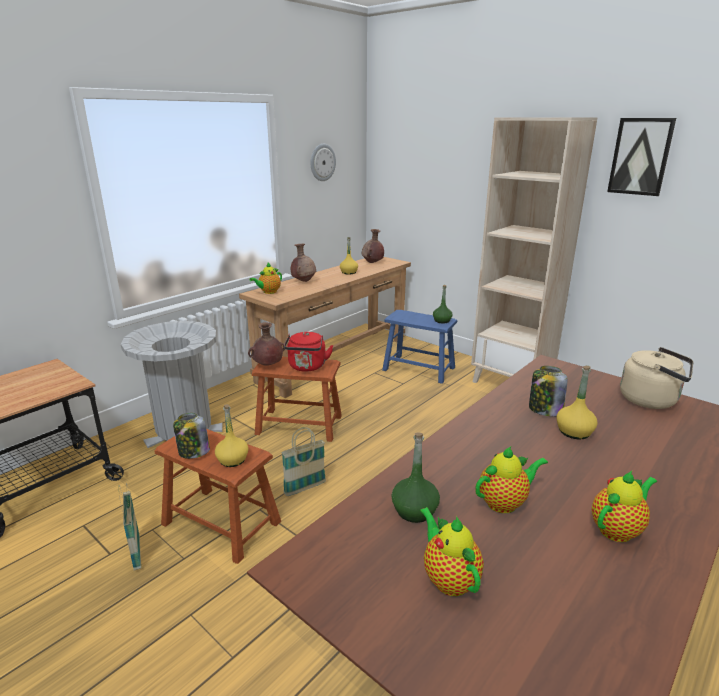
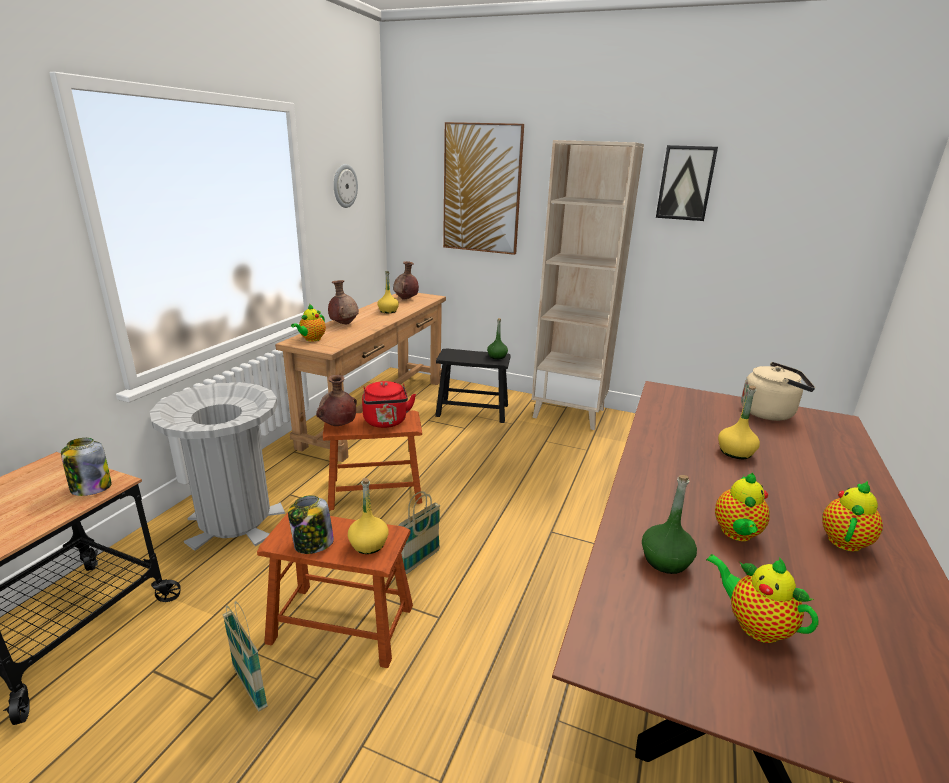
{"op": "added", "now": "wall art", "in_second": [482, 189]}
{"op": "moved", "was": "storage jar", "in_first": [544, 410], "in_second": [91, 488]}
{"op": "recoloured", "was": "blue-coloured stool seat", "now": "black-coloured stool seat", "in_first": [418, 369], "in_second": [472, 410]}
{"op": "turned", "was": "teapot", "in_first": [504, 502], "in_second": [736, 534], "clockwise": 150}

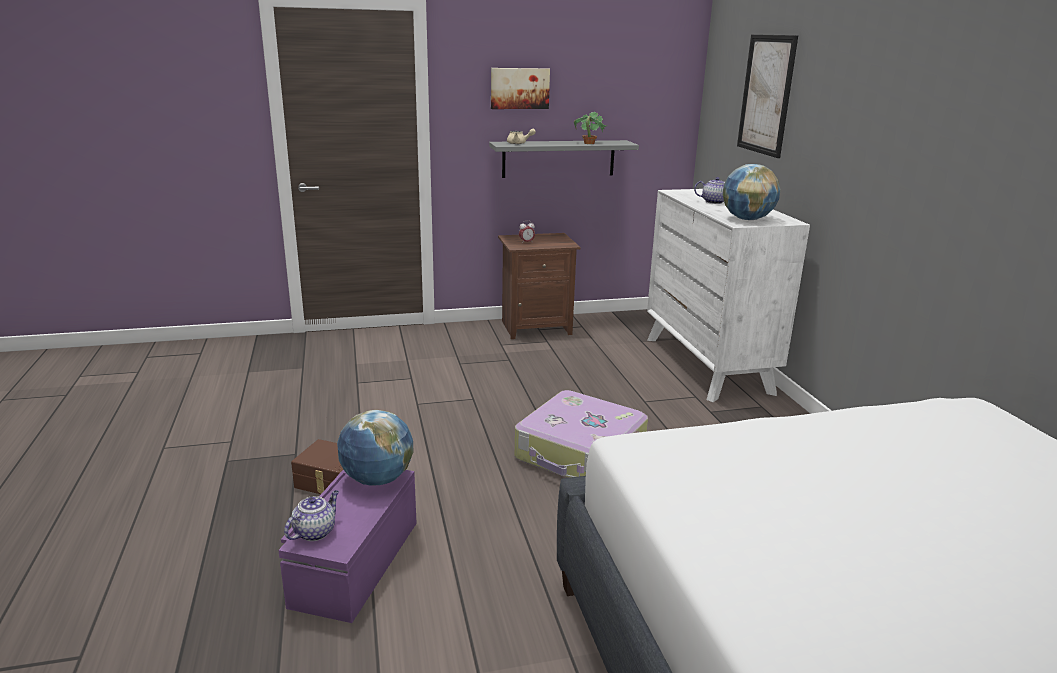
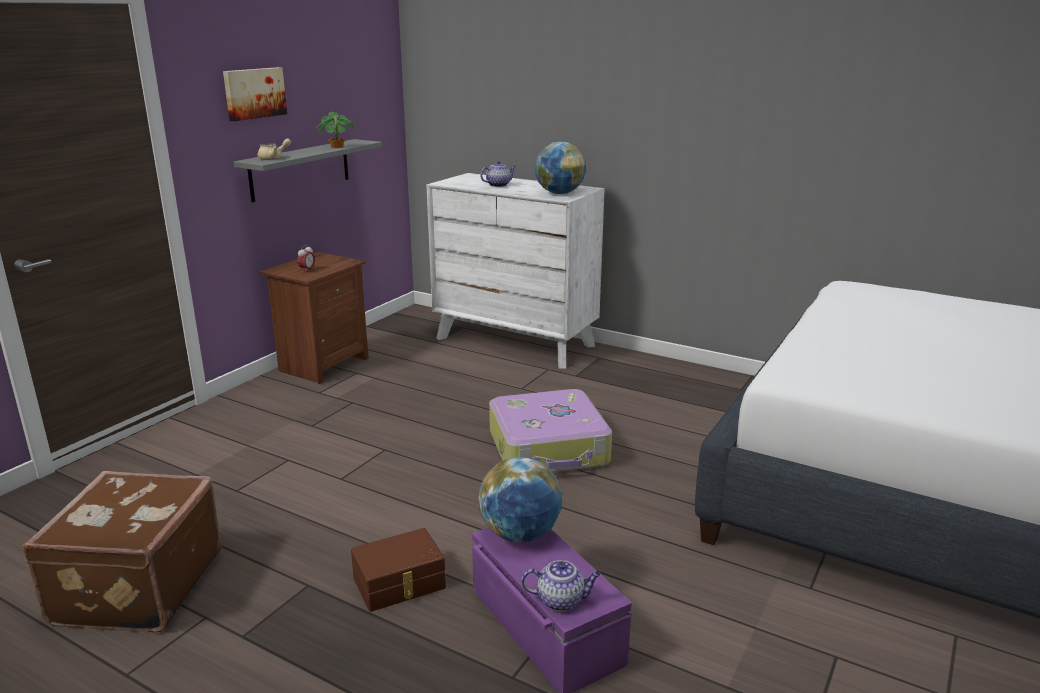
{"op": "removed", "was": "wall art", "in_first": [766, 95]}
{"op": "added", "now": "brownish travel case", "in_second": [136, 587]}
{"op": "turned", "was": "teapot", "in_first": [315, 531], "in_second": [561, 600], "clockwise": 105}

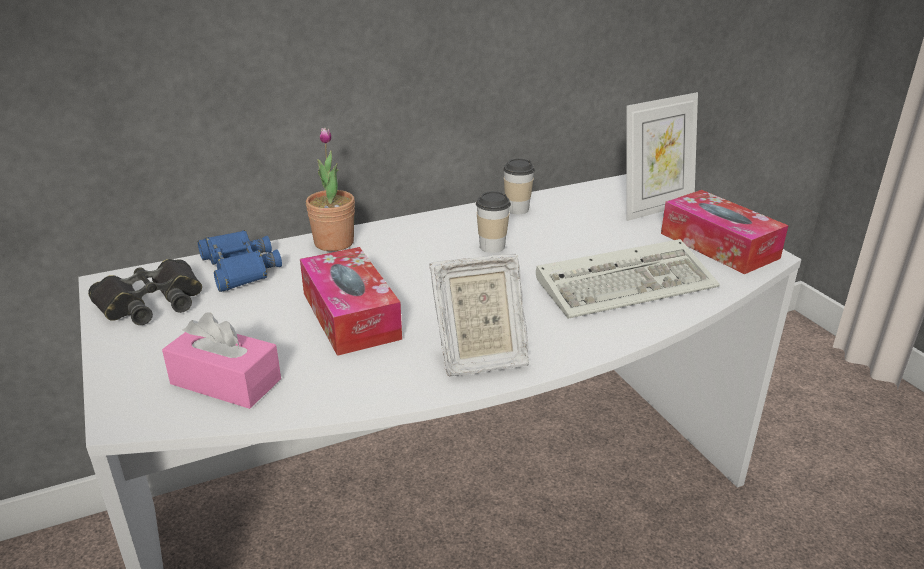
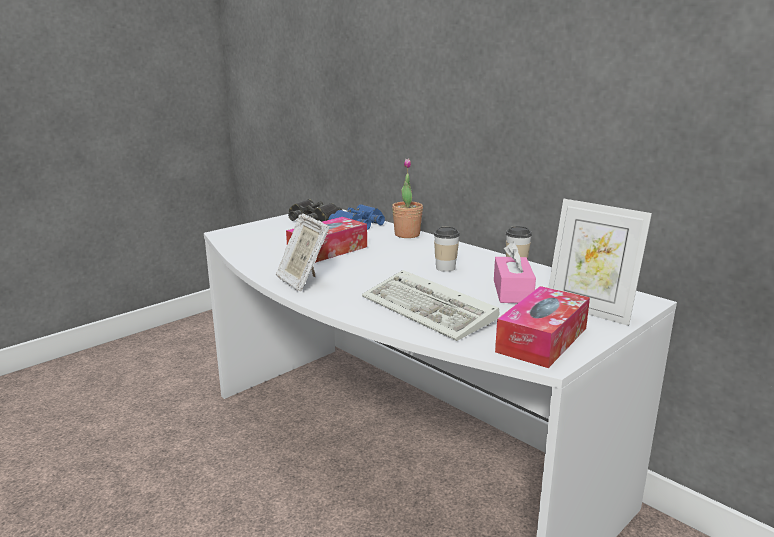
{"op": "moved", "was": "pinkish box of tissues", "in_first": [226, 381], "in_second": [512, 291]}

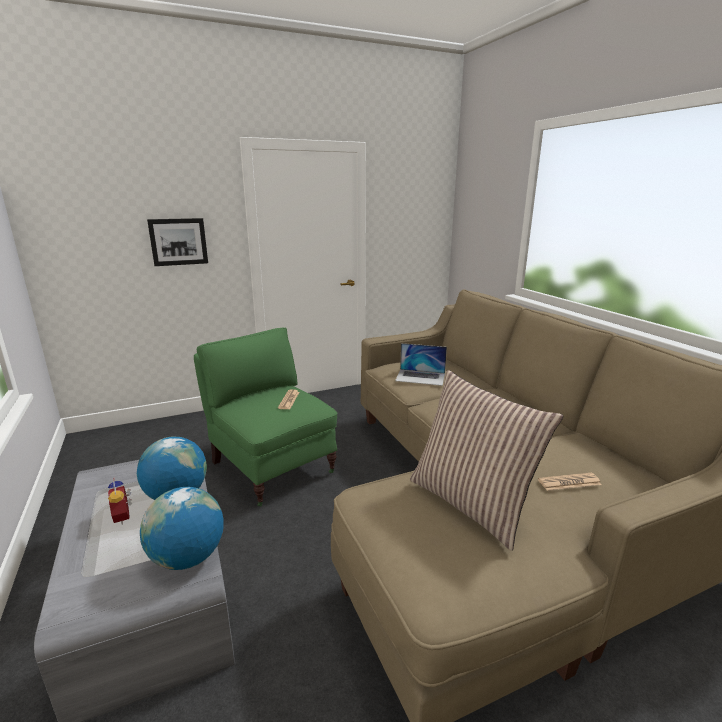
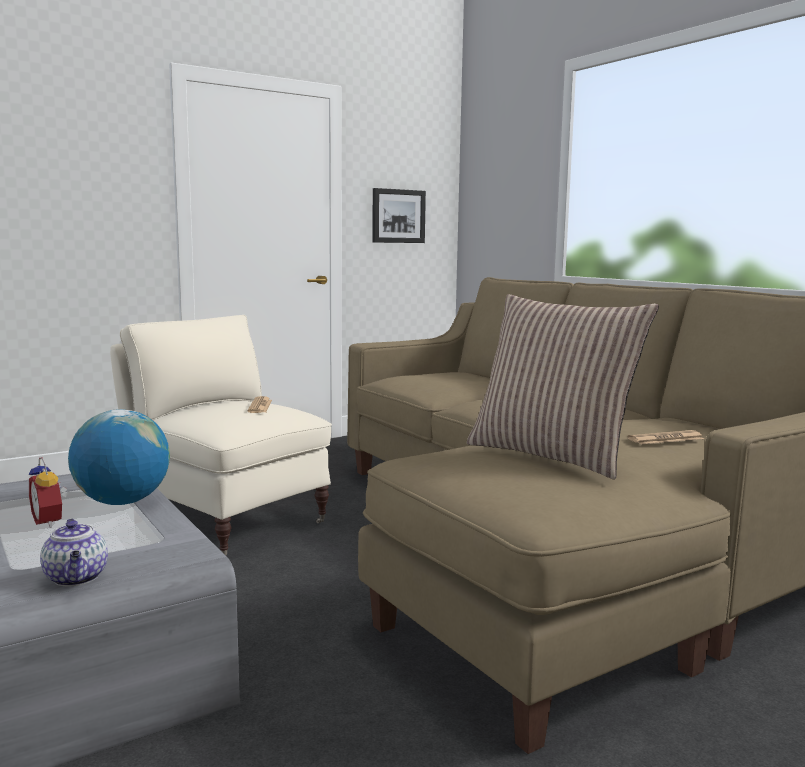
{"op": "removed", "was": "desk globe", "in_first": [187, 557]}
{"op": "removed", "was": "portable computer", "in_first": [420, 377]}
{"op": "added", "now": "teapot", "in_second": [77, 578]}
{"op": "moved", "was": "wall art", "in_first": [178, 241], "in_second": [398, 216]}
{"op": "recoloured", "was": "green lounge chair", "now": "sand-coloured lounge chair", "in_first": [271, 466], "in_second": [226, 521]}

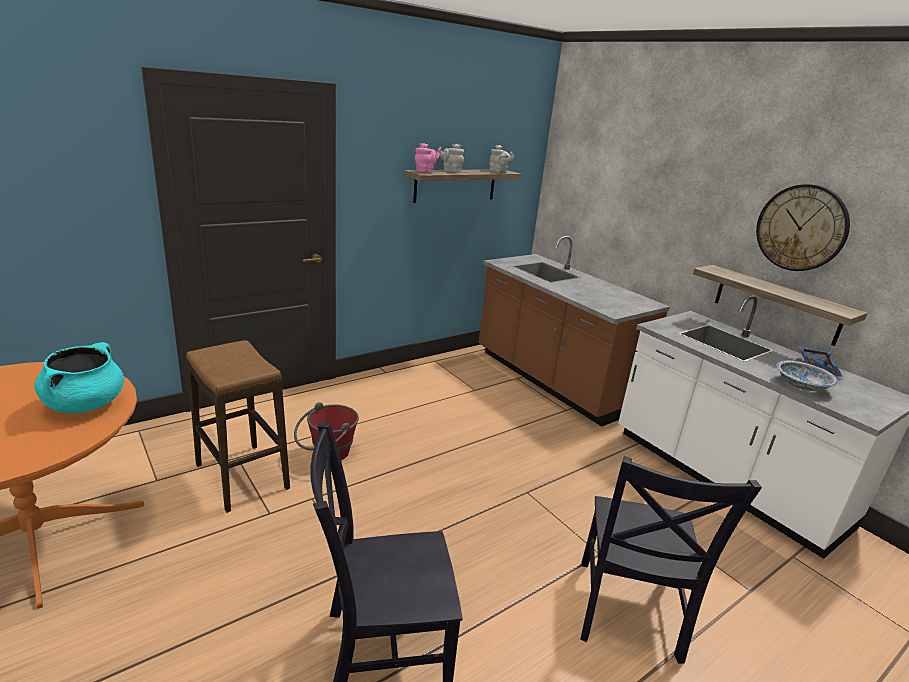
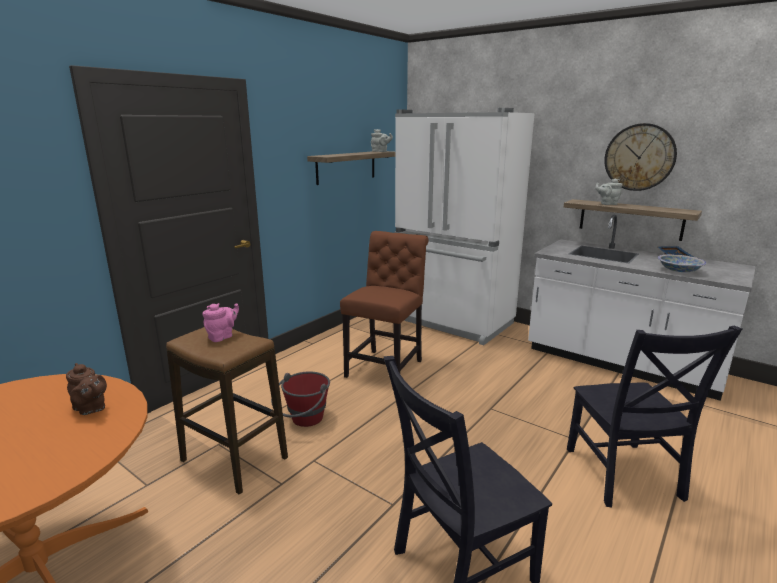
{"op": "added", "now": "brownish chair", "in_second": [386, 367]}
{"op": "moved", "was": "pinkish teapot", "in_first": [425, 172], "in_second": [222, 337]}
{"op": "moved", "was": "gray teapot", "in_first": [450, 171], "in_second": [607, 204]}
{"op": "replaced", "was": "turquoise stockpot", "now": "brownish teapot", "in_first": [85, 404], "in_second": [90, 409]}
{"op": "replaced", "was": "brownish kitchen base unit", "now": "white-coloured refrigerator", "in_first": [552, 381], "in_second": [453, 322]}

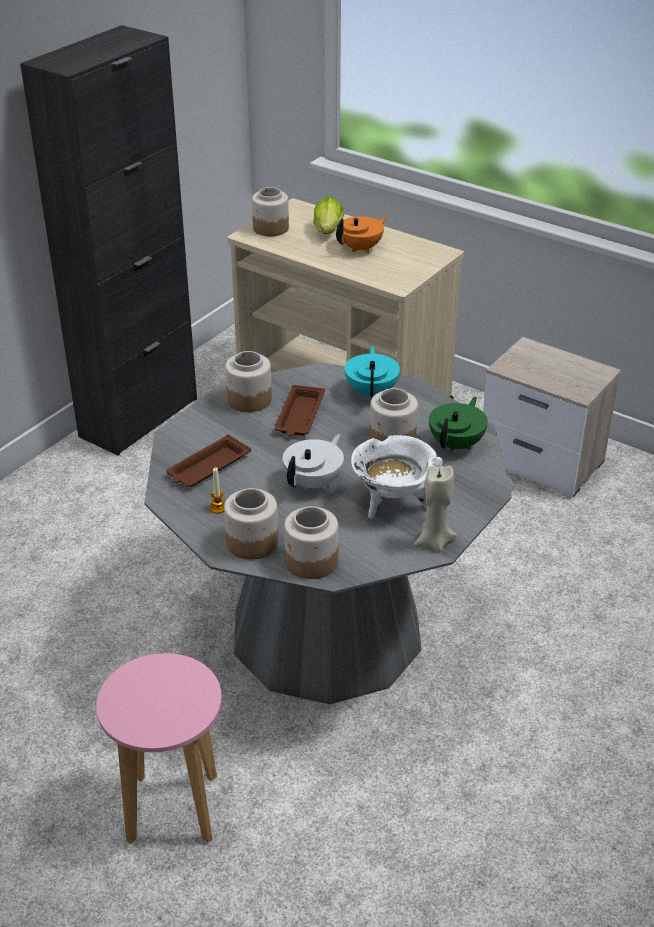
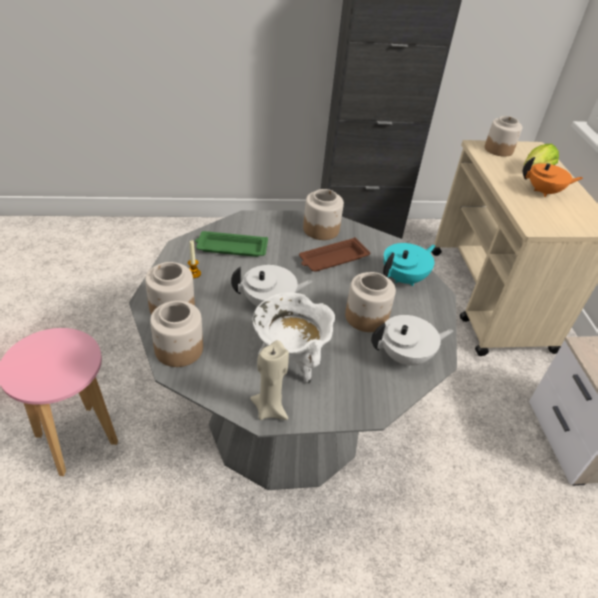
{"op": "recoloured", "was": "brownish tray", "now": "green tray", "in_first": [208, 467], "in_second": [231, 248]}
{"op": "recoloured", "was": "green teapot", "now": "white-coloured teapot", "in_first": [457, 444], "in_second": [405, 356]}

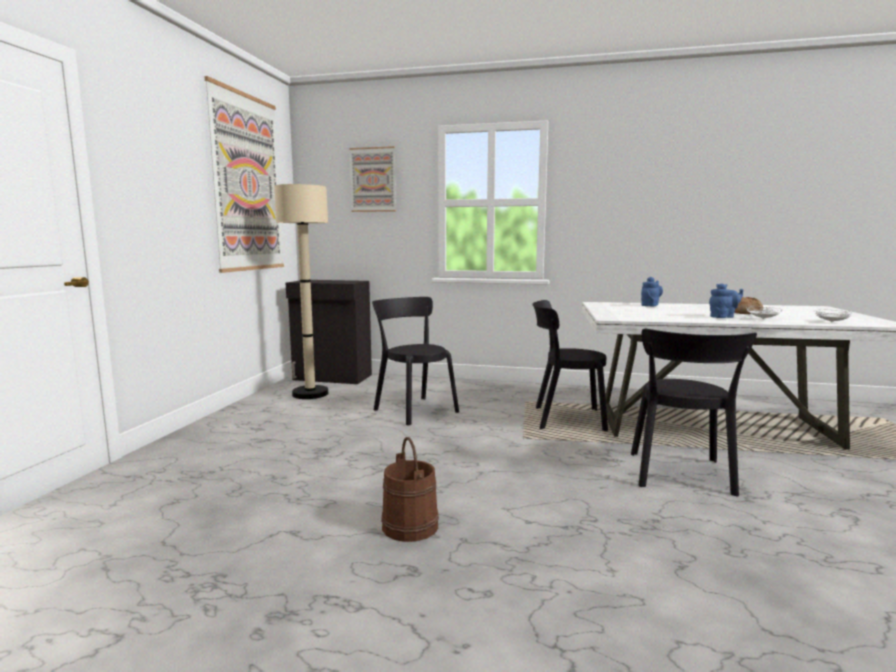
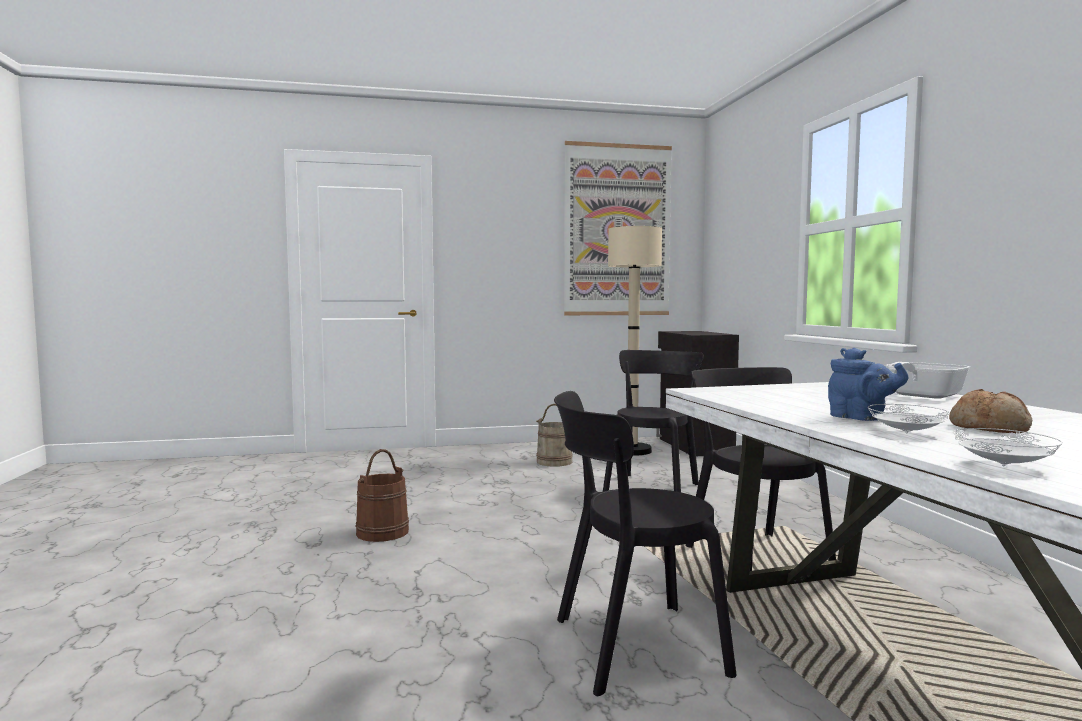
{"op": "removed", "was": "wall art", "in_first": [373, 180]}
{"op": "added", "now": "sand-coloured bucket", "in_second": [554, 461]}
{"op": "replaced", "was": "blue-coloured teapot", "now": "frying pan", "in_first": [650, 305], "in_second": [920, 396]}

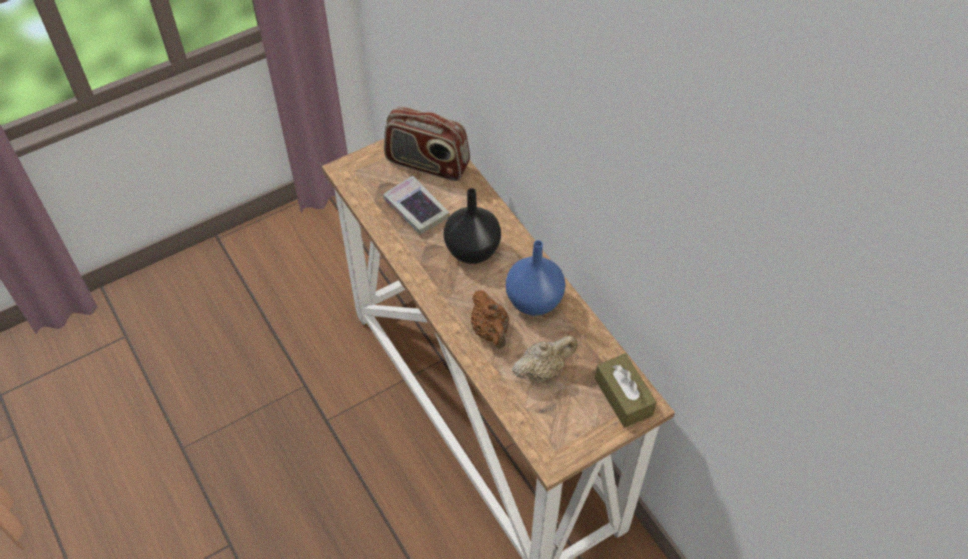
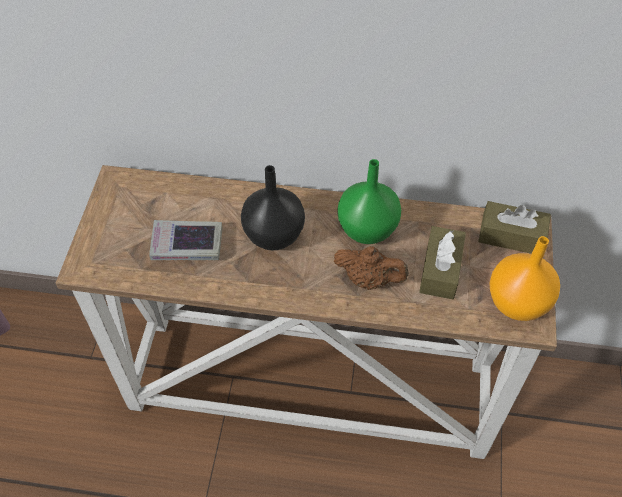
{"op": "removed", "was": "radio", "in_first": [427, 163]}
{"op": "added", "now": "orange vase", "in_second": [516, 302]}
{"op": "replaced", "was": "sand-coloured teapot", "now": "brownish box of tissues", "in_first": [543, 370], "in_second": [440, 270]}
{"op": "recoloured", "was": "blue-coloured vase", "now": "green vase", "in_first": [533, 301], "in_second": [367, 230]}

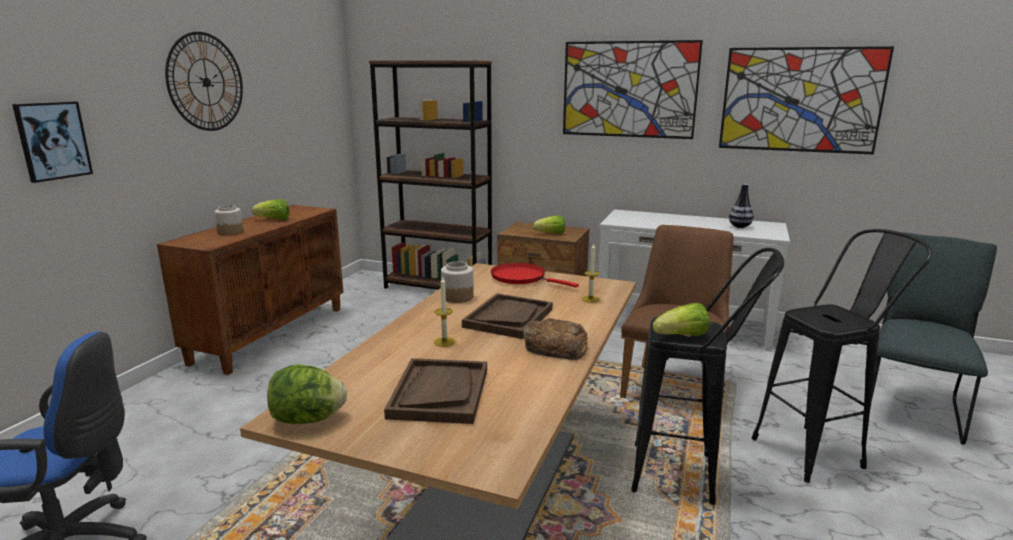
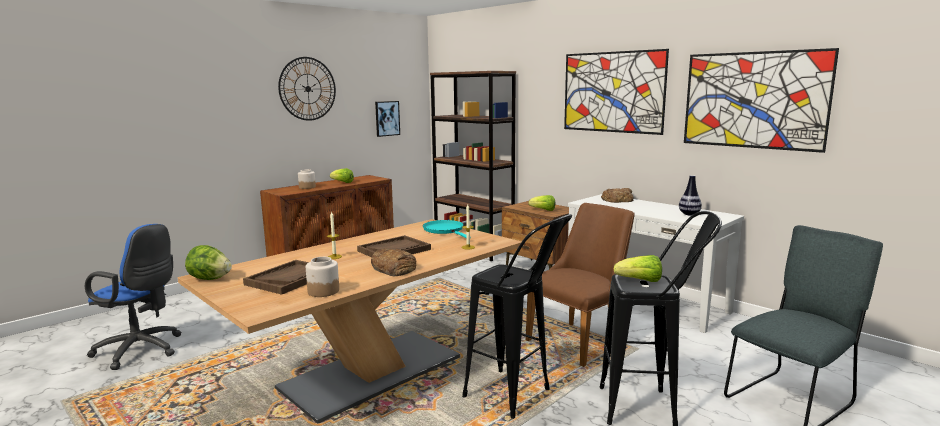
{"op": "added", "now": "baked bread", "in_second": [618, 200]}
{"op": "moved", "was": "wall art", "in_first": [53, 141], "in_second": [387, 118]}
{"op": "moved", "was": "storage jar", "in_first": [457, 297], "in_second": [323, 291]}
{"op": "moved", "was": "head of lettuce", "in_first": [682, 336], "in_second": [640, 281]}
{"op": "recoloured", "was": "reddish frying pan", "now": "turquoise frying pan", "in_first": [521, 278], "in_second": [445, 230]}

